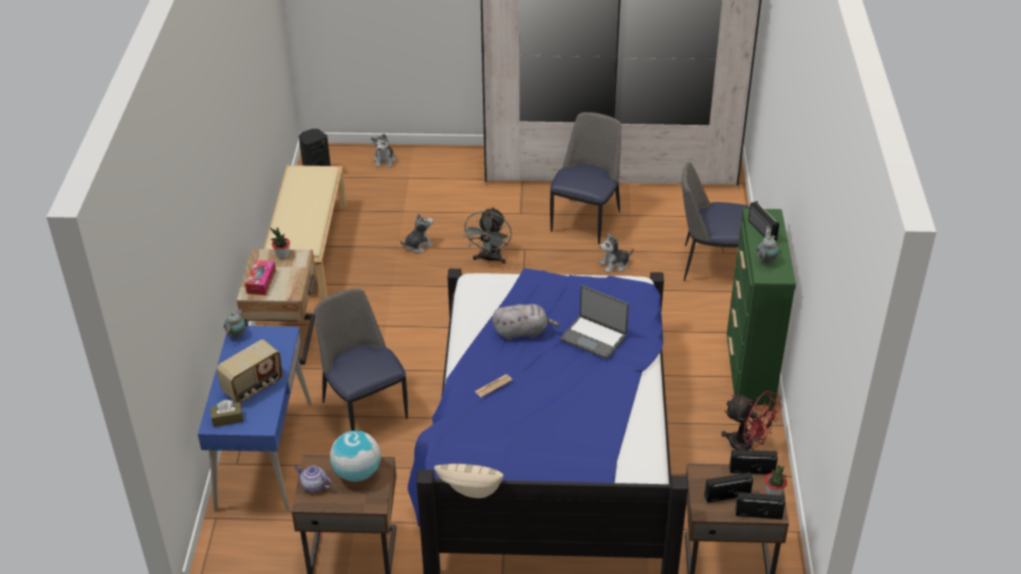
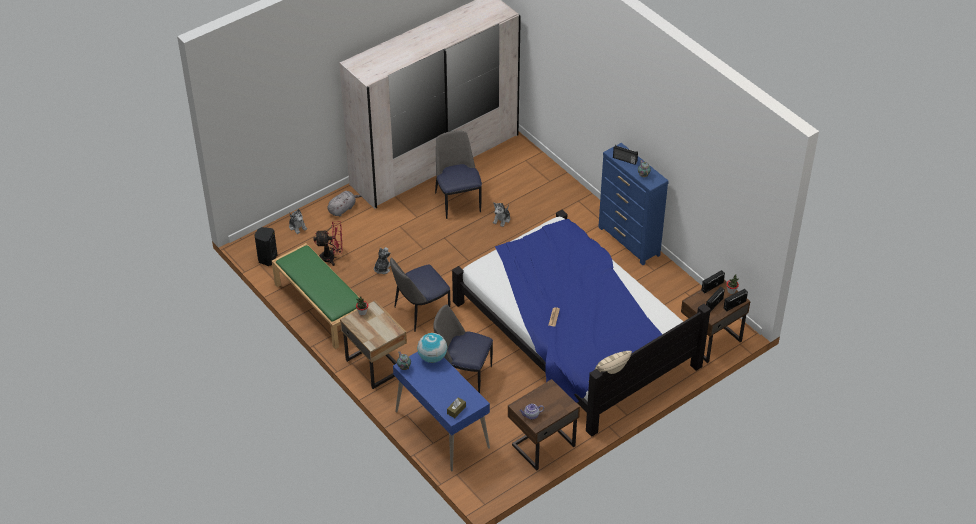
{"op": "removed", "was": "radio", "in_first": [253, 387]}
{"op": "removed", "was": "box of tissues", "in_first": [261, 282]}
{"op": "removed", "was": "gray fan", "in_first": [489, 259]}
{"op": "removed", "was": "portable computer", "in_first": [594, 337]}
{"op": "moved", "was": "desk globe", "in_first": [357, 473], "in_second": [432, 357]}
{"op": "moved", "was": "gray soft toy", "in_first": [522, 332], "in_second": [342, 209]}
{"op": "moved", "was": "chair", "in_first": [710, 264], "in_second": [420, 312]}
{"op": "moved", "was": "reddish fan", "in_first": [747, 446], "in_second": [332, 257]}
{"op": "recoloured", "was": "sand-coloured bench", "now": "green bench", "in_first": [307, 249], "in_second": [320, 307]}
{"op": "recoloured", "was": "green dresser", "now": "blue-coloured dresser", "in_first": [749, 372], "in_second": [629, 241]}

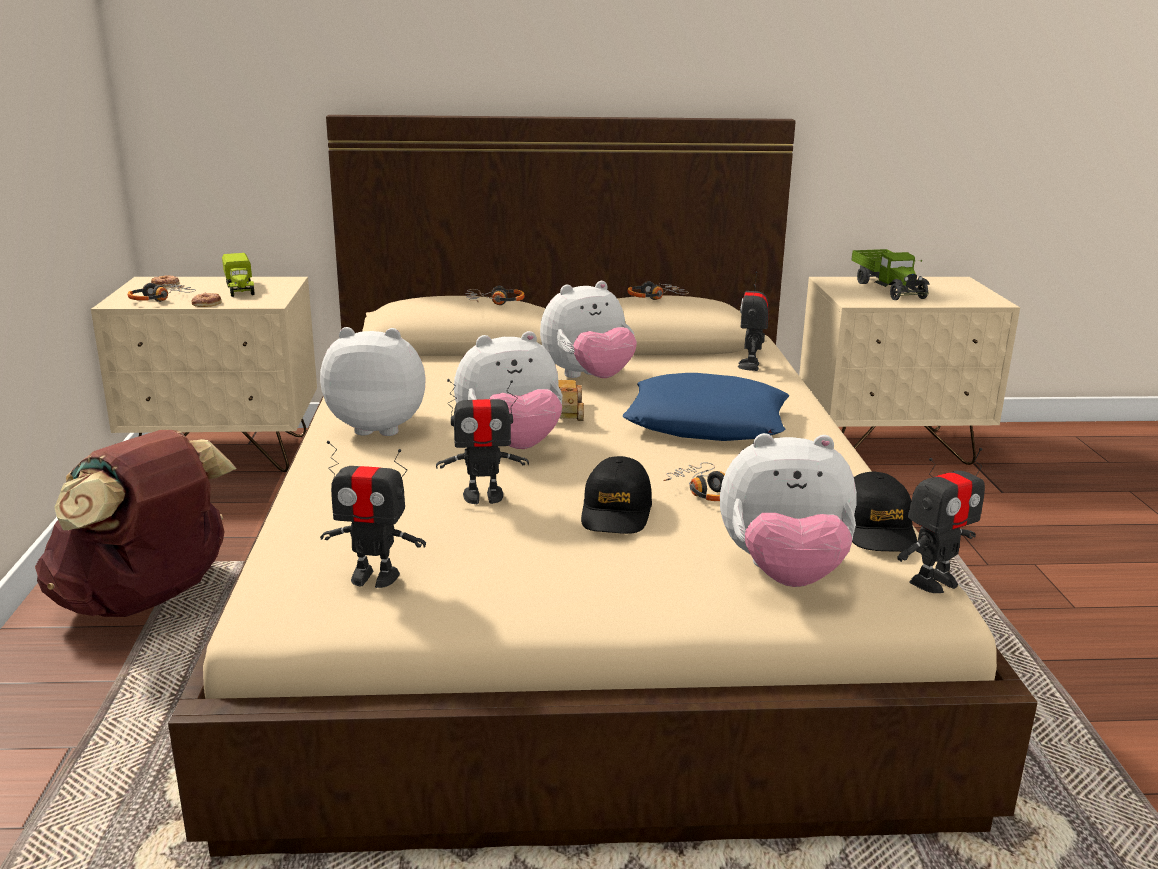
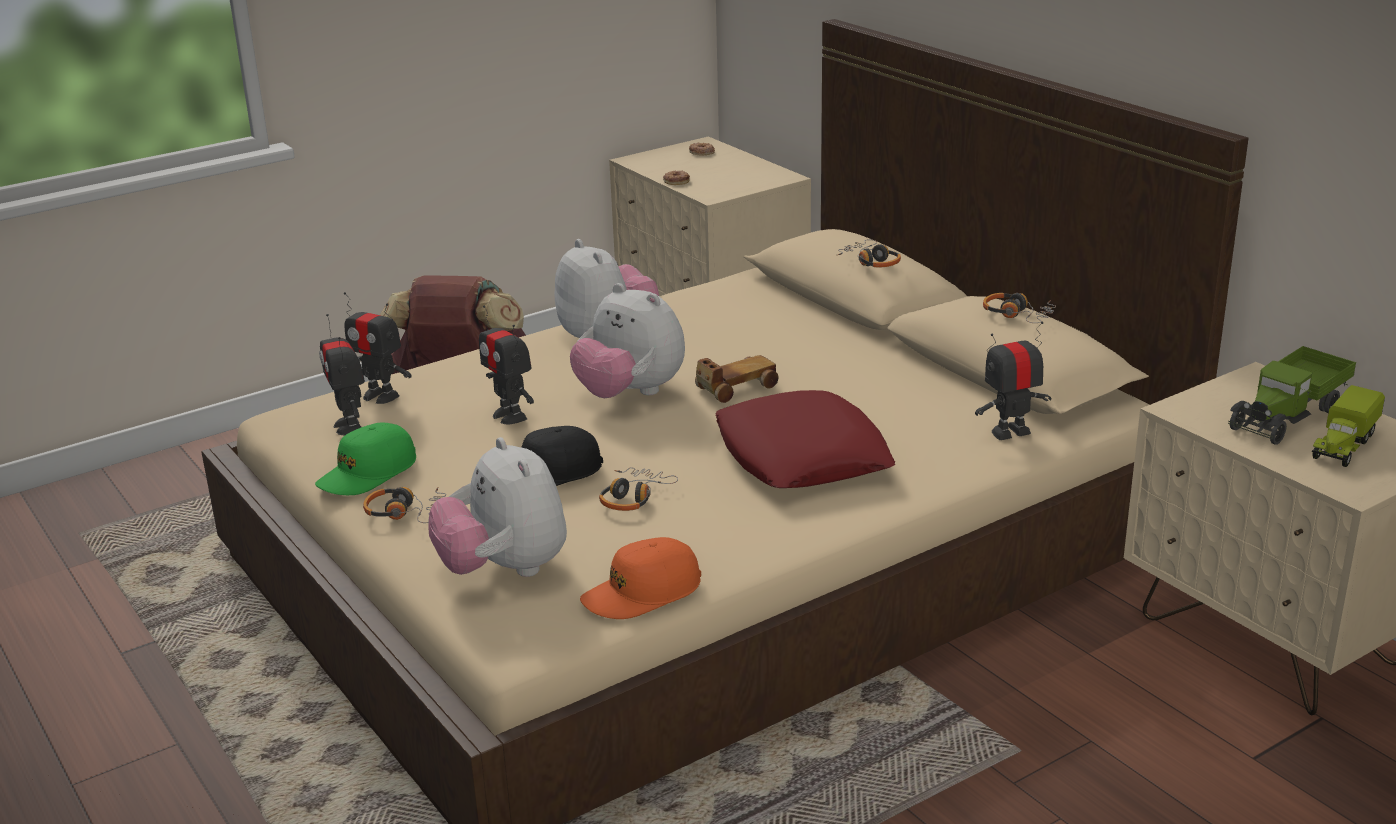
{"op": "removed", "was": "soft toy", "in_first": [588, 378]}
{"op": "added", "now": "green cap", "in_second": [367, 473]}
{"op": "moved", "was": "headphones", "in_first": [160, 299], "in_second": [406, 513]}
{"op": "moved", "was": "model truck", "in_first": [240, 289], "in_second": [1343, 446]}
{"op": "moved", "was": "model robot", "in_first": [933, 582], "in_second": [380, 396]}
{"op": "recoloured", "was": "blue-coloured throw pillow", "now": "reddish throw pillow", "in_first": [707, 423], "in_second": [802, 456]}
{"op": "recoloured", "was": "black-coloured cap", "now": "orange cap", "in_first": [878, 529], "in_second": [642, 593]}

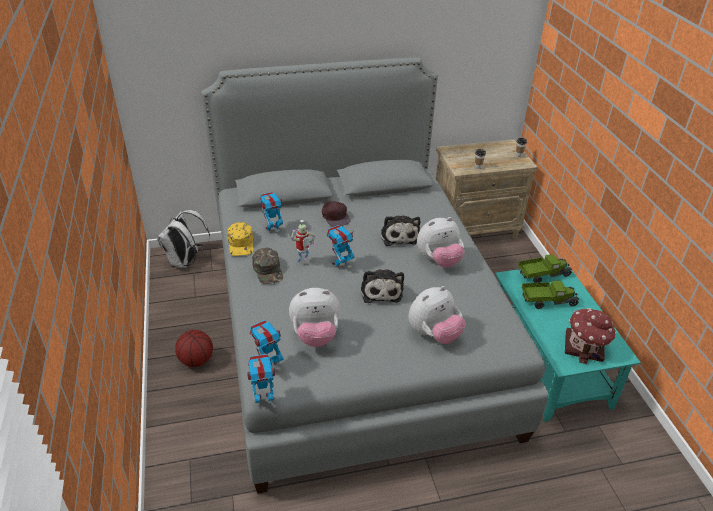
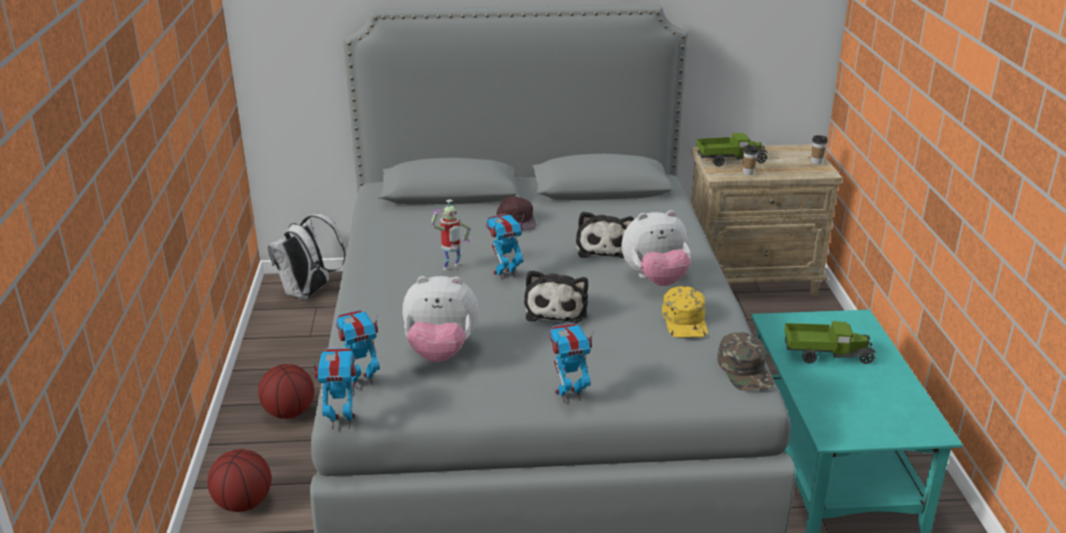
{"op": "removed", "was": "soft toy", "in_first": [434, 334]}
{"op": "removed", "was": "miniature house", "in_first": [585, 347]}
{"op": "added", "now": "basketball ball", "in_second": [243, 503]}
{"op": "moved", "was": "yellowish cap", "in_first": [241, 243], "in_second": [685, 321]}
{"op": "moved", "was": "green cap", "in_first": [268, 270], "in_second": [745, 370]}
{"op": "moved", "was": "model robot", "in_first": [272, 229], "in_second": [569, 395]}
{"op": "moved", "was": "model truck", "in_first": [543, 275], "in_second": [730, 160]}

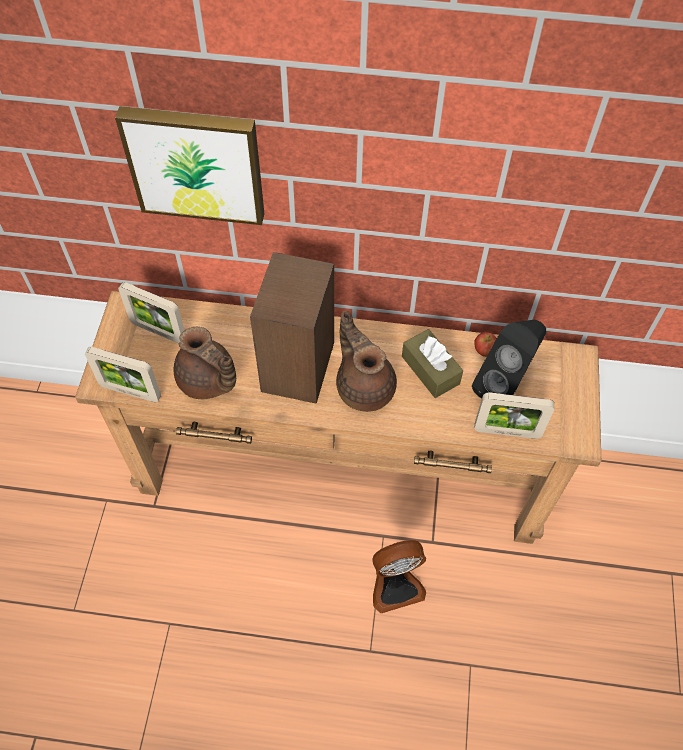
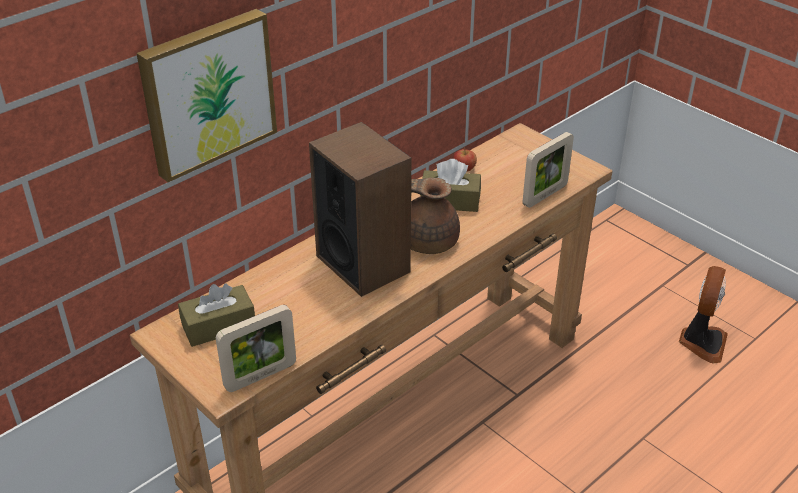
{"op": "removed", "was": "brownish teapot", "in_first": [208, 381]}
{"op": "removed", "was": "black-coloured loudspeaker", "in_first": [504, 387]}
{"op": "moved", "was": "fan", "in_first": [395, 585], "in_second": [701, 342]}
{"op": "replaced", "was": "picture frame", "now": "brownish box of tissues", "in_first": [158, 331], "in_second": [219, 326]}

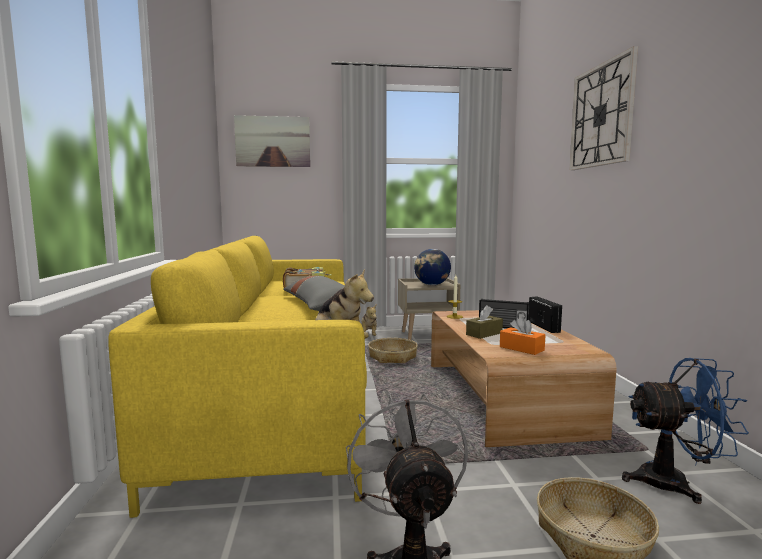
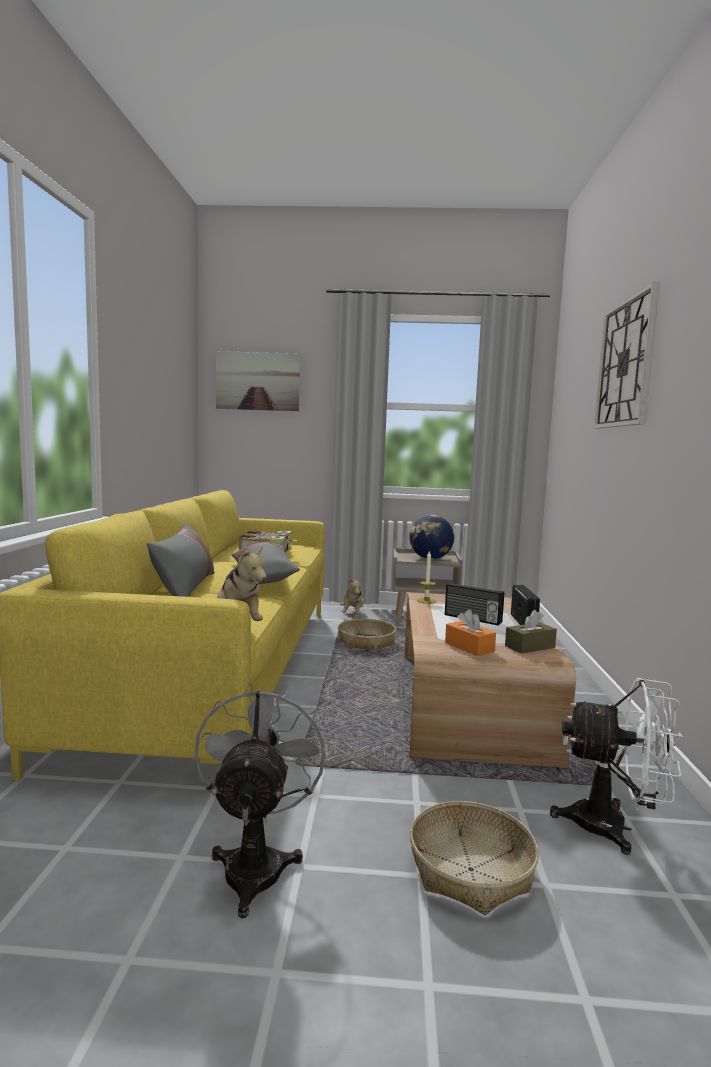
{"op": "added", "now": "gray throw pillow", "in_second": [185, 587]}
{"op": "moved", "was": "brownish box of tissues", "in_first": [484, 334], "in_second": [530, 647]}
{"op": "recoloured", "was": "blue-coloured fan", "now": "white-coloured fan", "in_first": [675, 482], "in_second": [614, 827]}

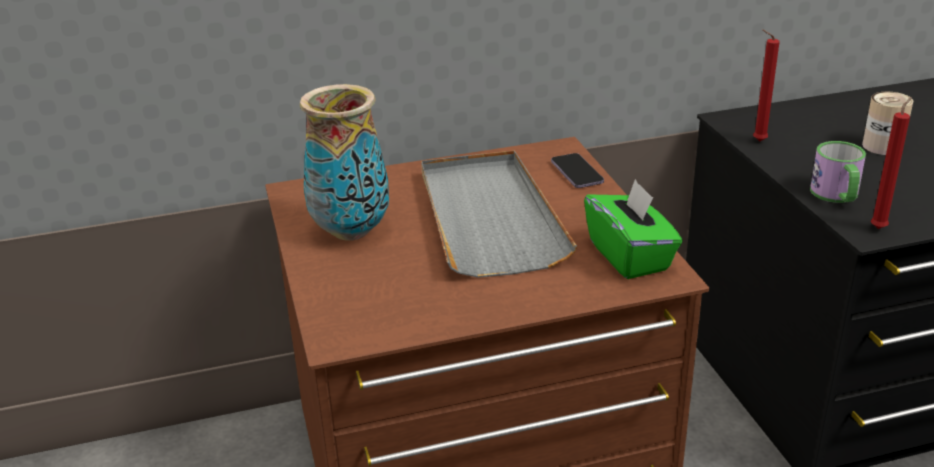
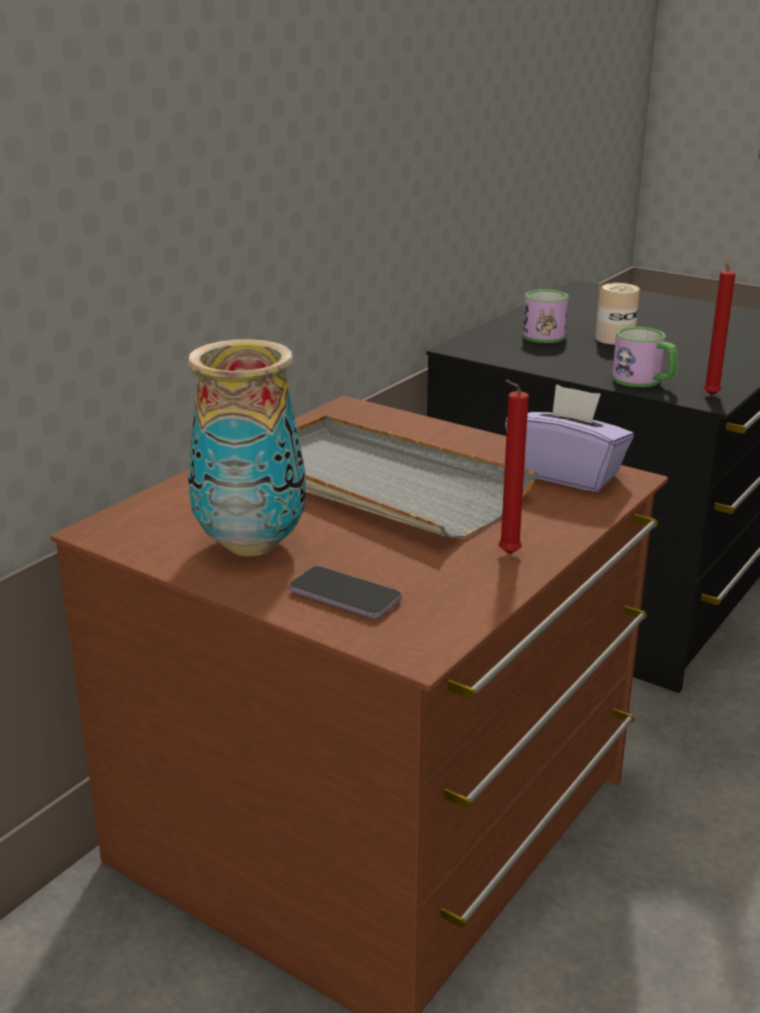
{"op": "added", "now": "coffee mug", "in_second": [543, 333]}
{"op": "moved", "was": "handset", "in_first": [576, 173], "in_second": [345, 595]}
{"op": "moved", "was": "reddish wax candle", "in_first": [757, 141], "in_second": [506, 555]}
{"op": "recoloured", "was": "green box of tissues", "now": "purple-coloured box of tissues", "in_first": [630, 256], "in_second": [566, 474]}

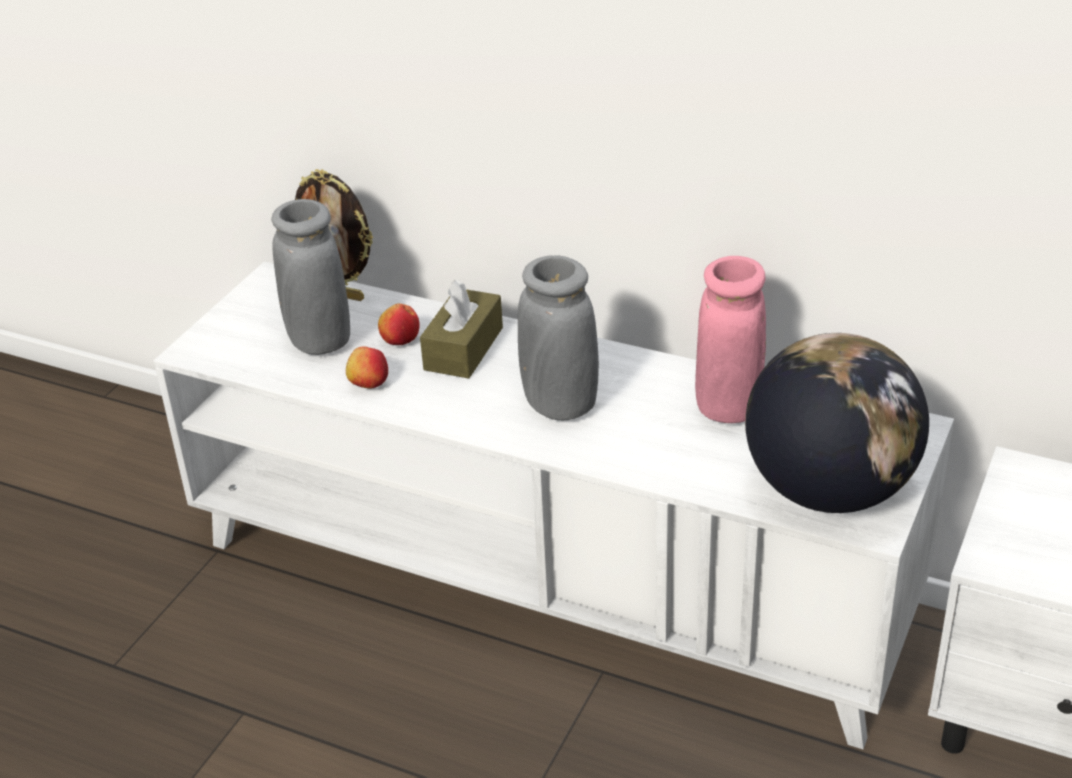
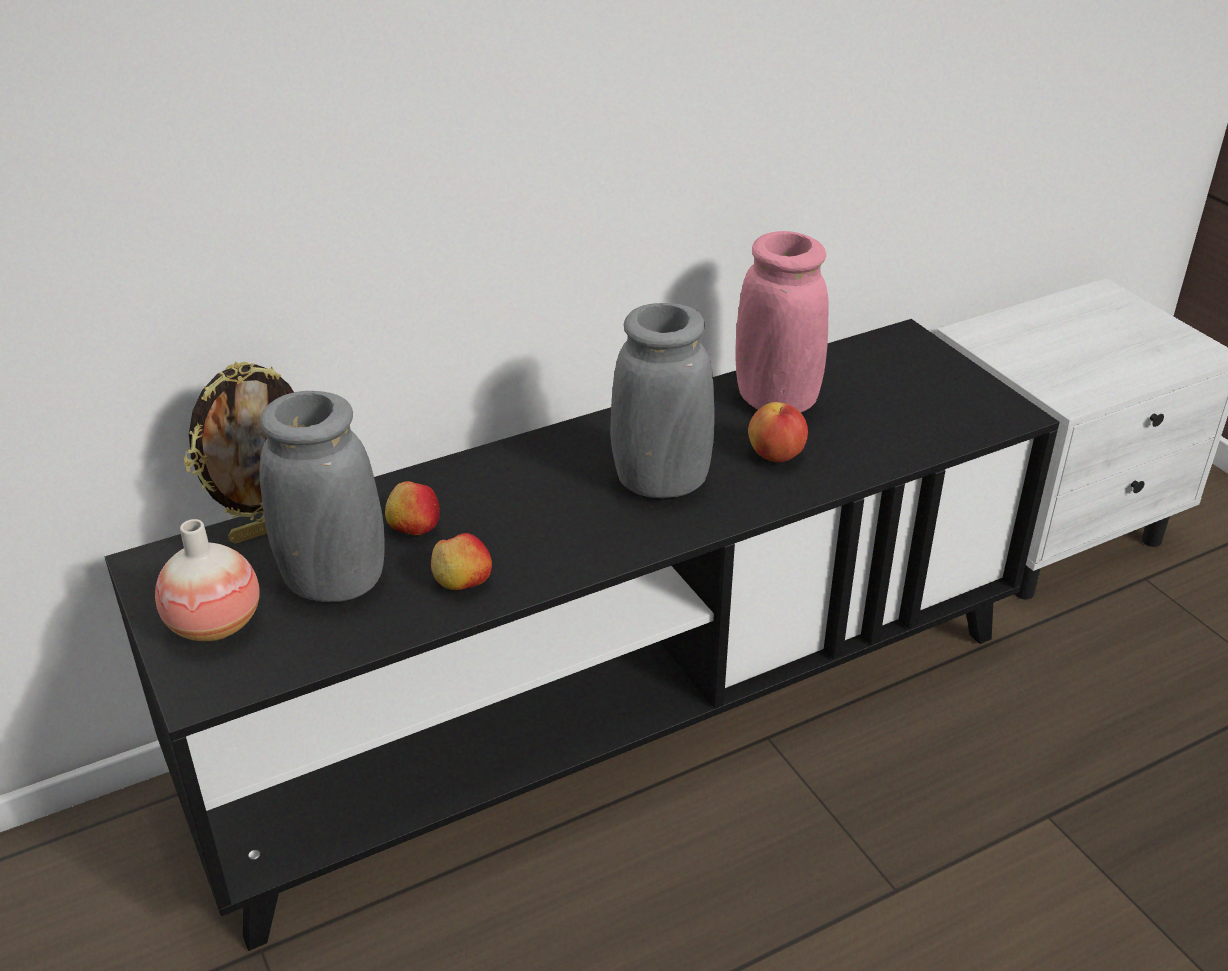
{"op": "removed", "was": "brownish box of tissues", "in_first": [463, 349]}
{"op": "removed", "was": "desk globe", "in_first": [829, 491]}
{"op": "added", "now": "vase", "in_second": [215, 625]}
{"op": "added", "now": "whole apple", "in_second": [776, 455]}
{"op": "recoloured", "was": "white-coloured tv stand", "now": "black-coloured tv stand", "in_first": [546, 581], "in_second": [614, 710]}

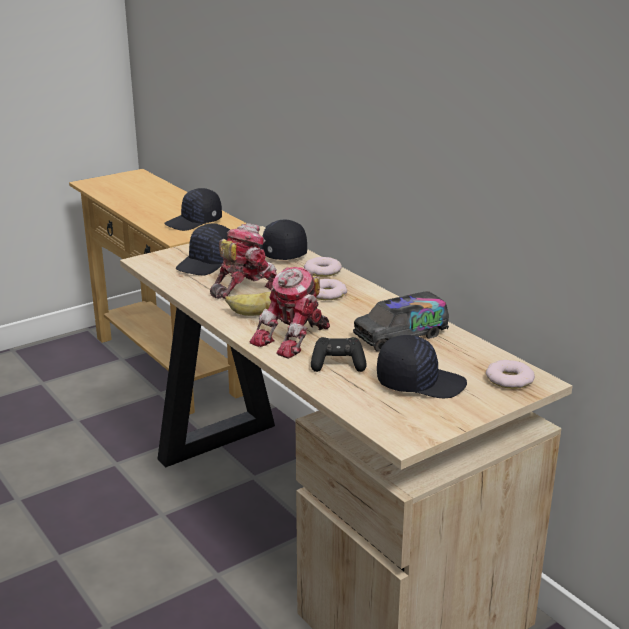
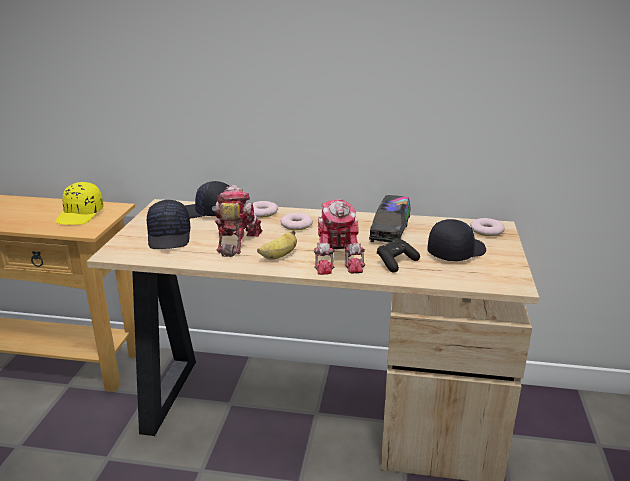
{"op": "recoloured", "was": "black-coloured cap", "now": "yellowish cap", "in_first": [194, 222], "in_second": [81, 215]}

